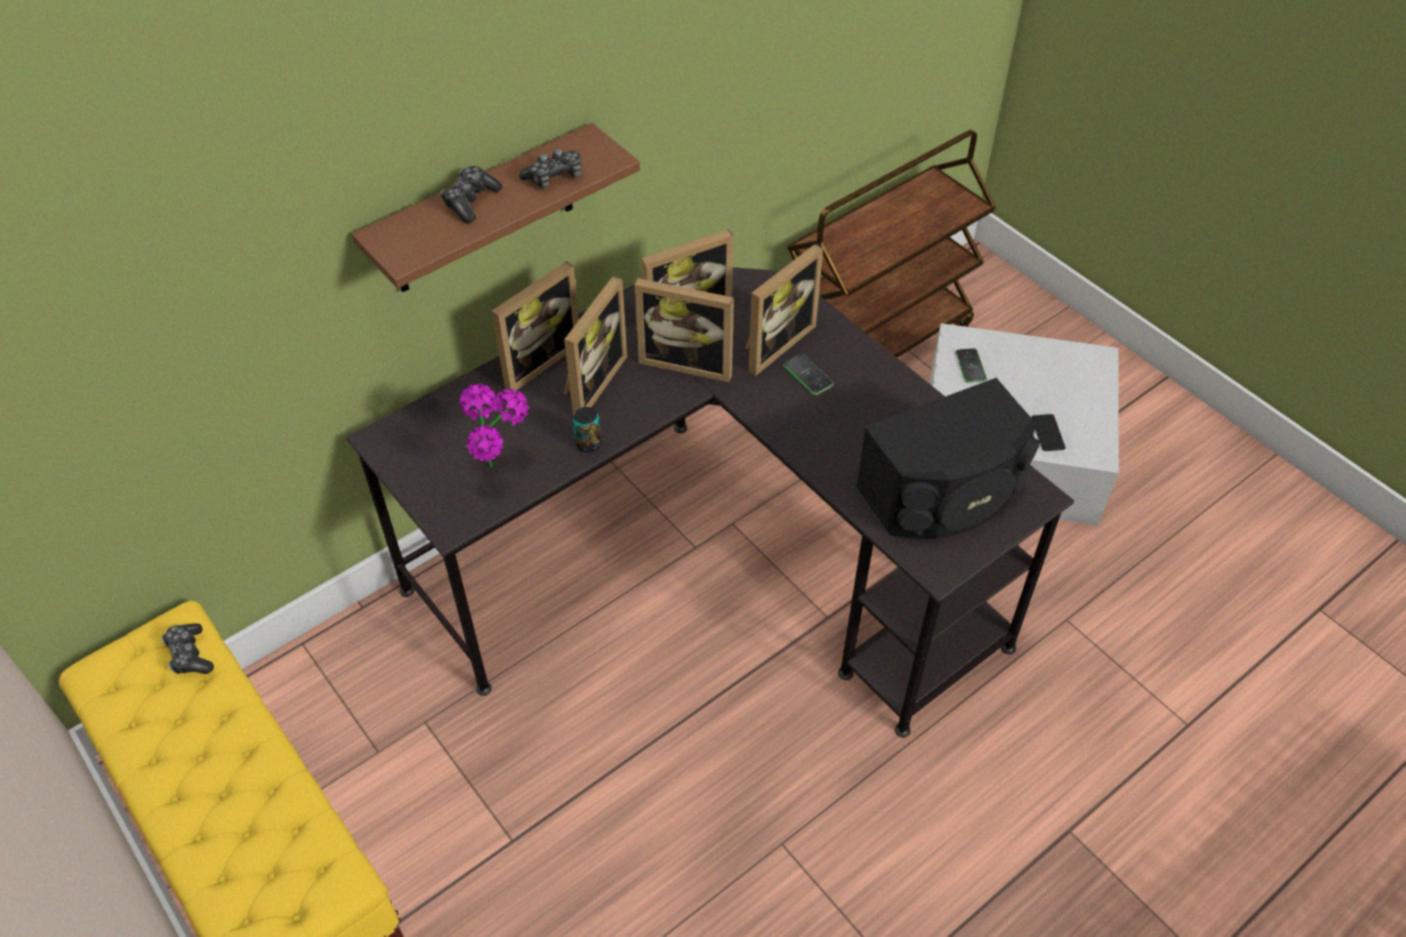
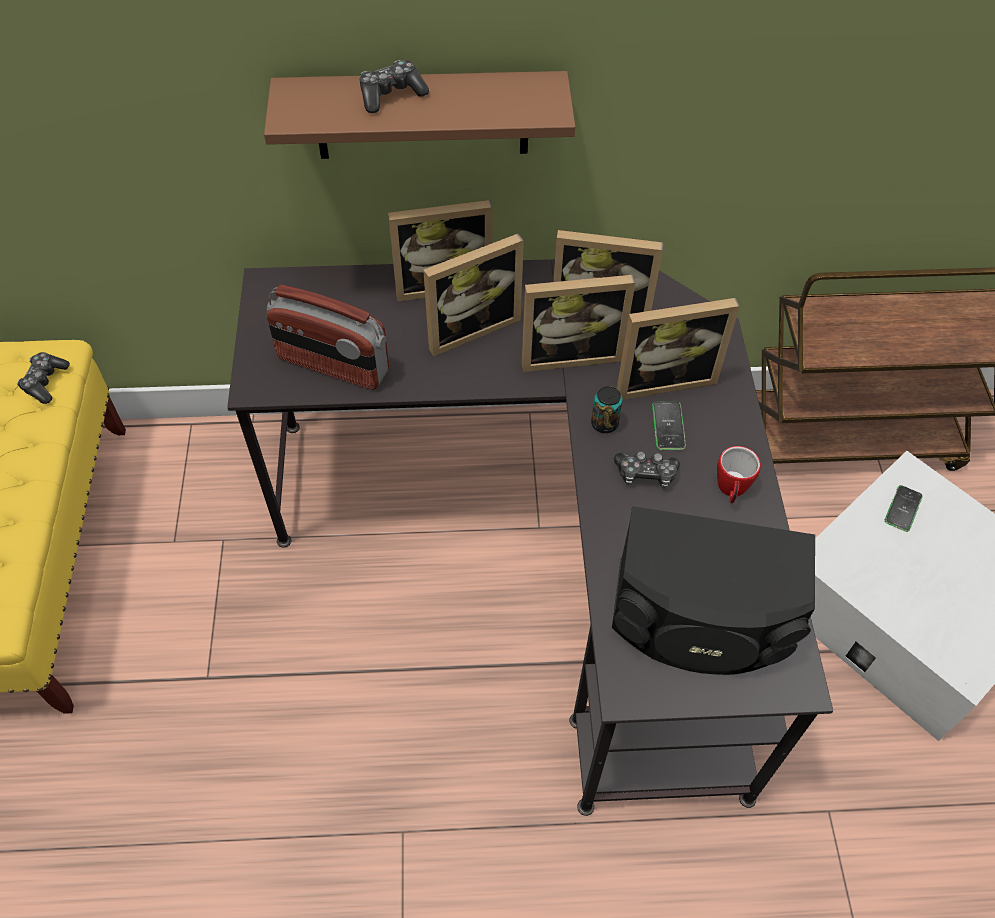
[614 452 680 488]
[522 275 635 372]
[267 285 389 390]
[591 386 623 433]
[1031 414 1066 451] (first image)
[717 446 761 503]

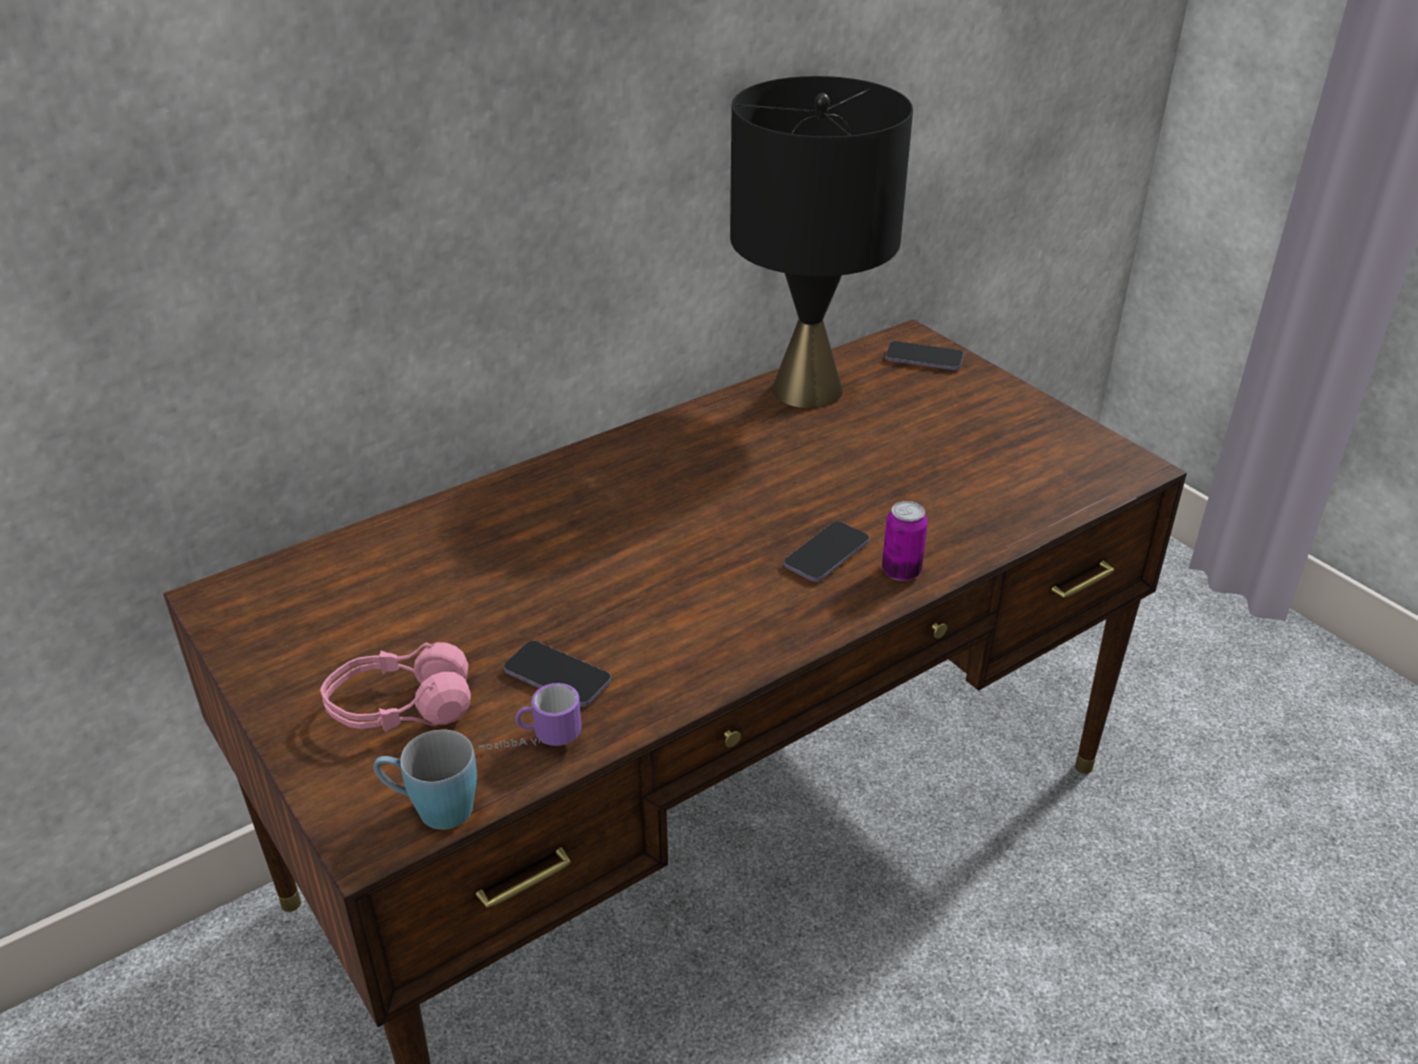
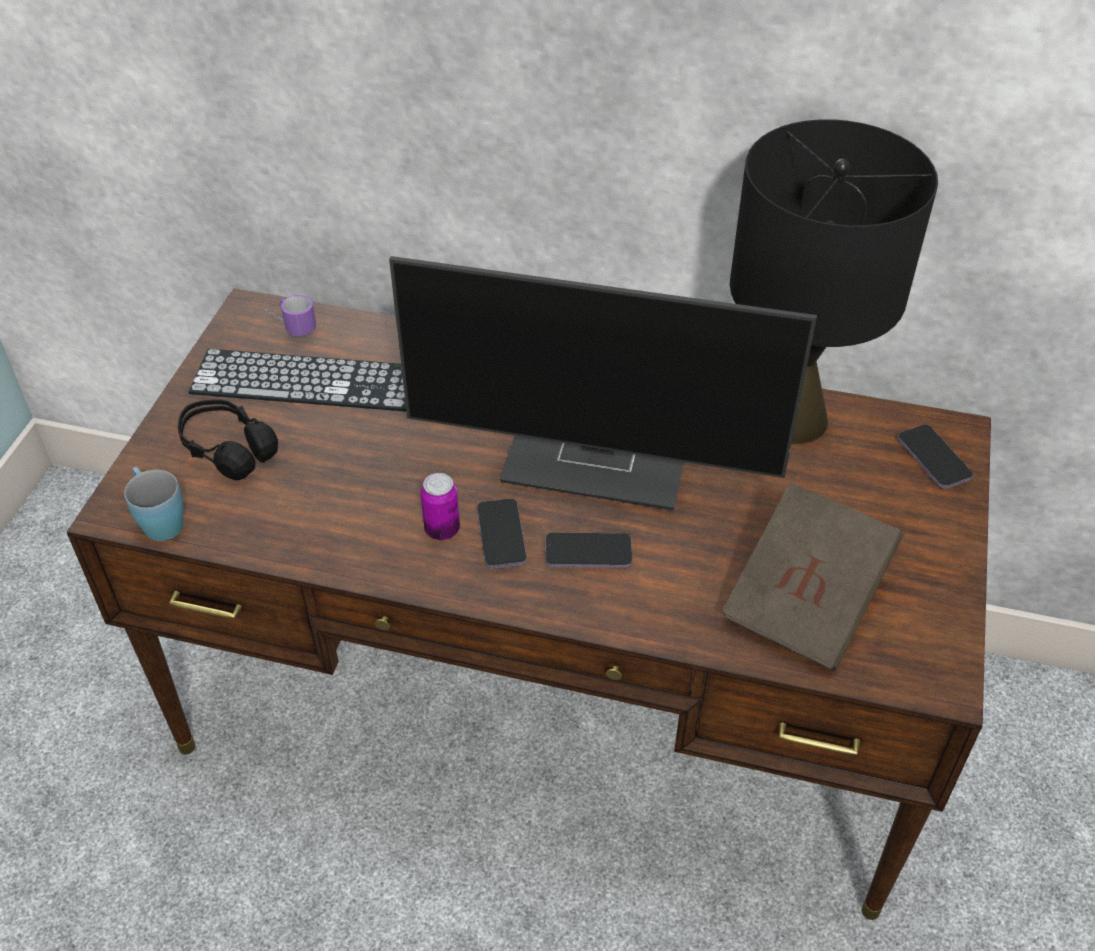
[420 473 460 540]
[477 499 527 569]
[178 399 278 480]
[265 295 316 336]
[389 256 817 510]
[189 349 406 411]
[722 482 903 671]

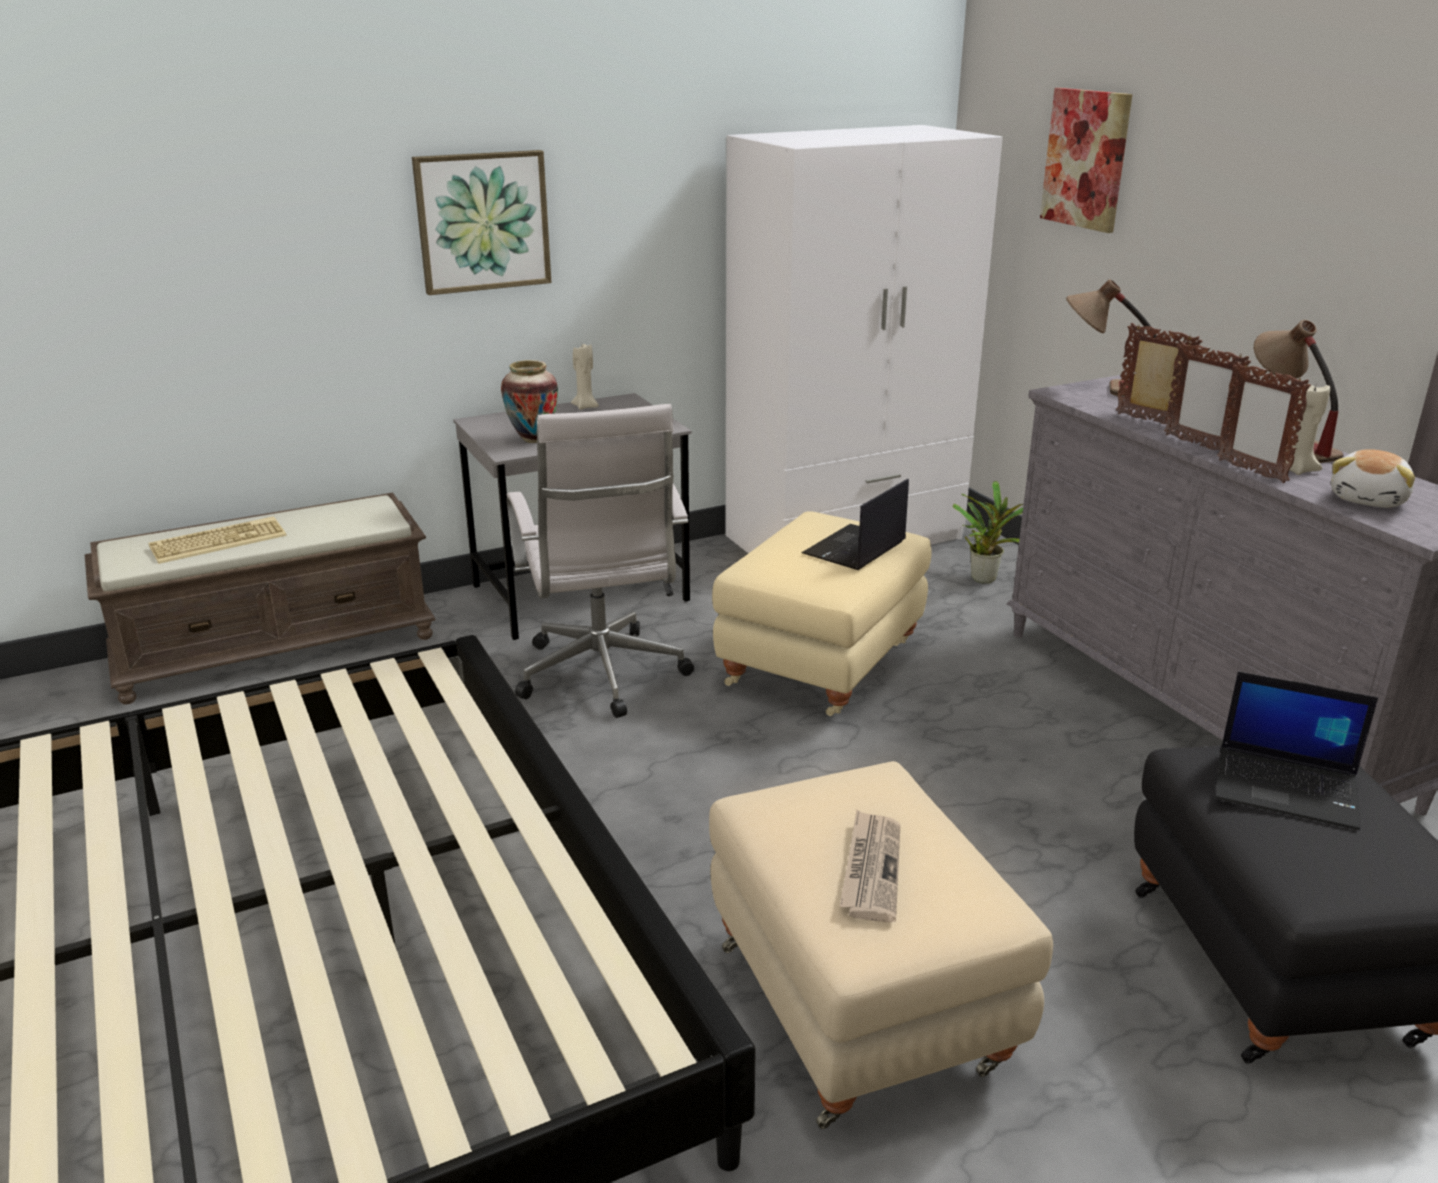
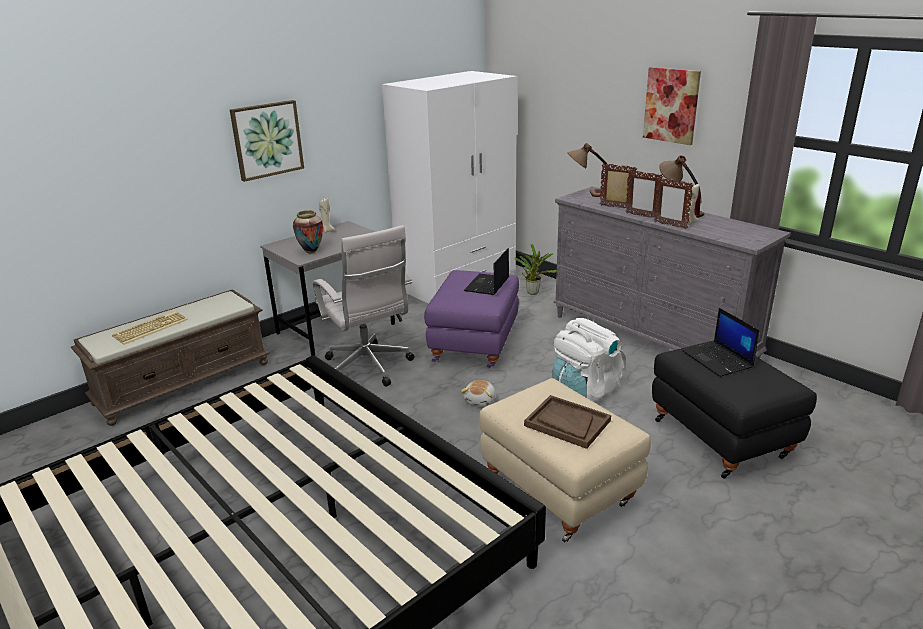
[643 67 701 145]
[461 380 496 407]
[424 270 519 368]
[683 308 759 377]
[524 395 611 449]
[552 318 626 401]

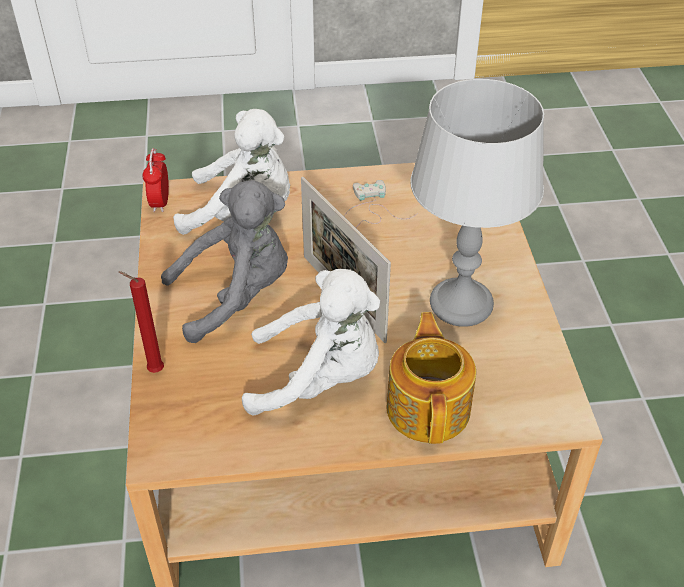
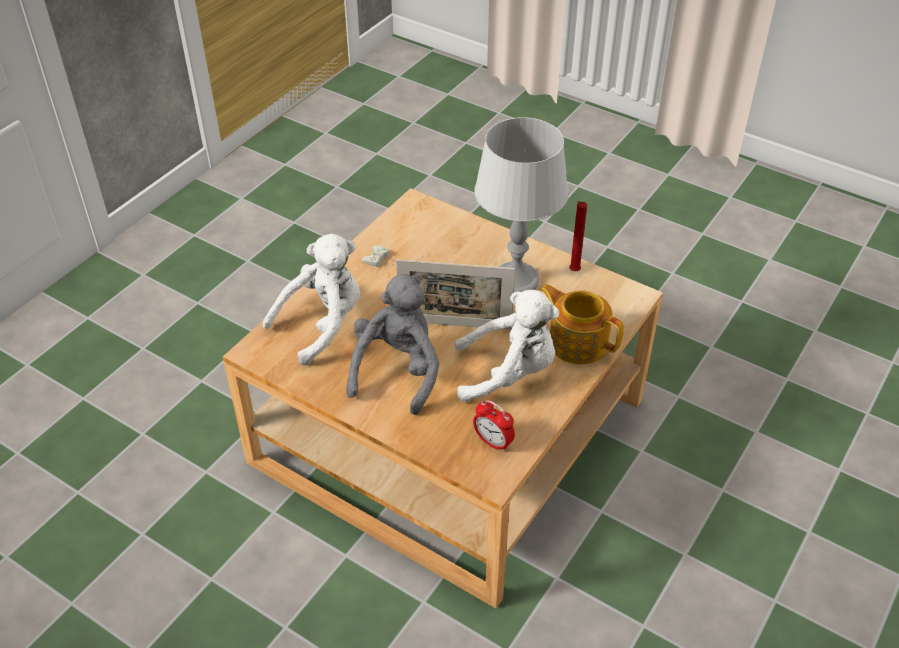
[473 400 515 452]
[455 290 560 403]
[569 201 587 271]

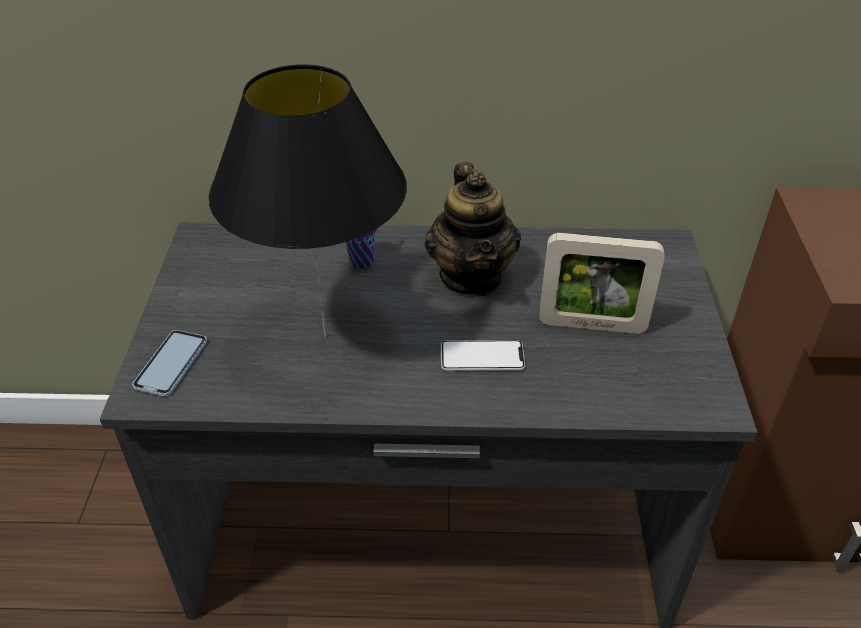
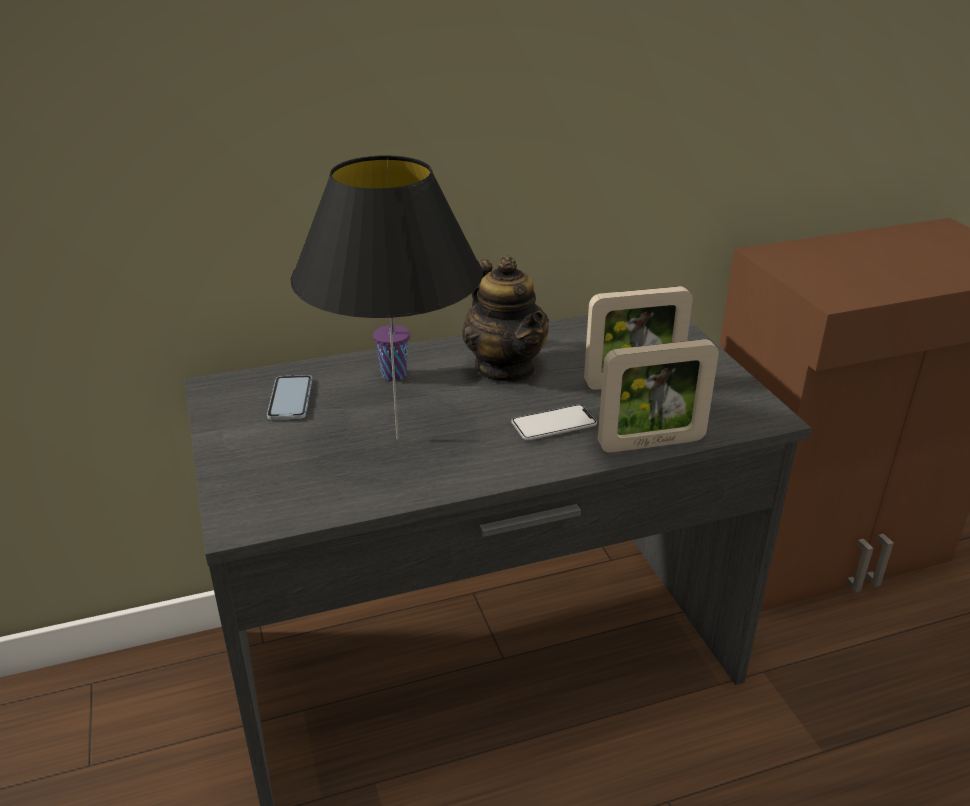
[267 375 312 420]
[598 339 719 453]

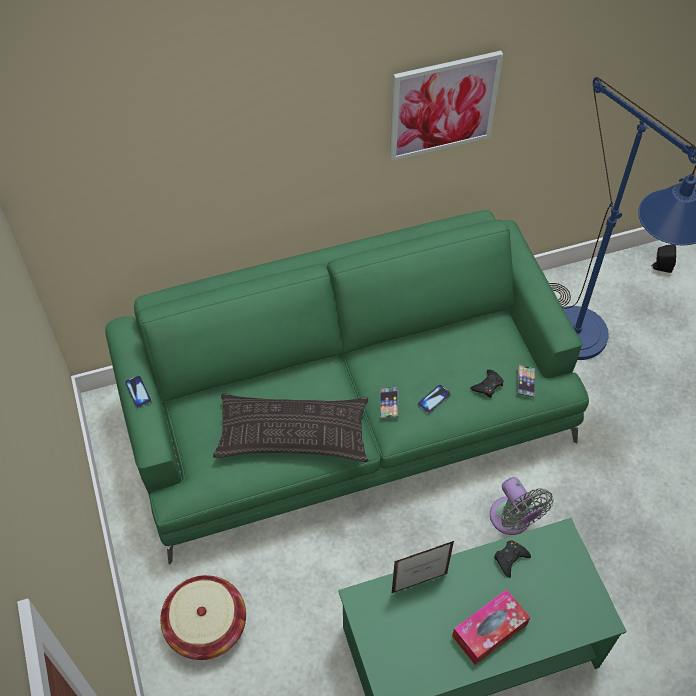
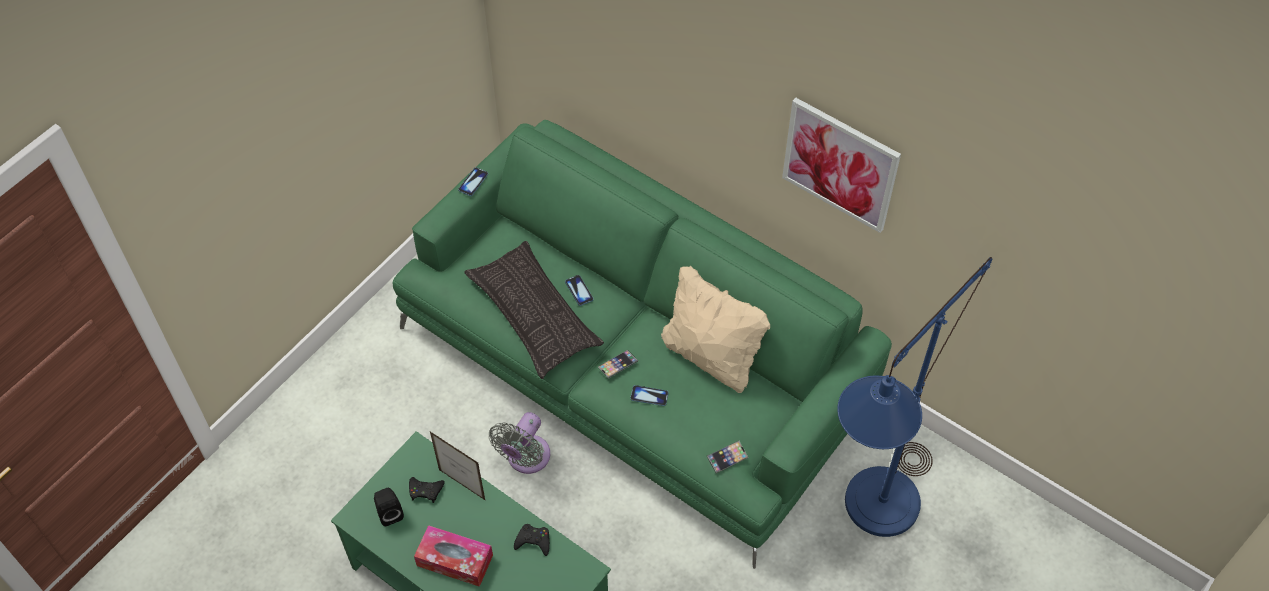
[374 488 404 526]
[409 477 445 503]
[489 412 551 474]
[160 575 246 660] (first image)
[661 265 770 393]
[565 275 594 306]

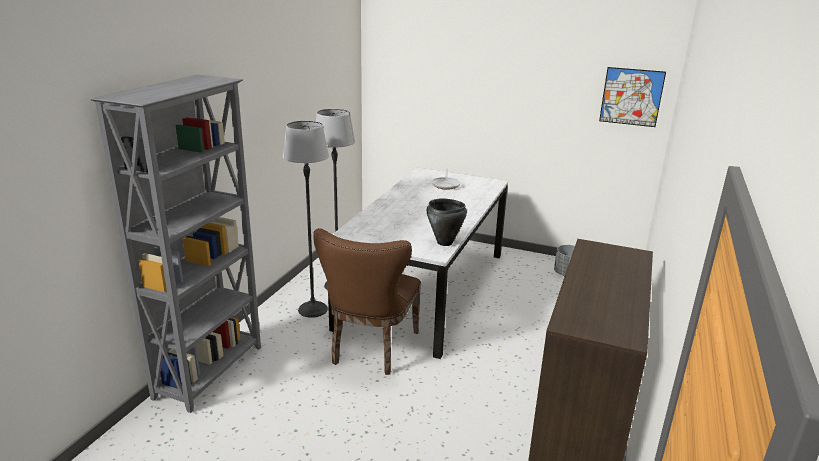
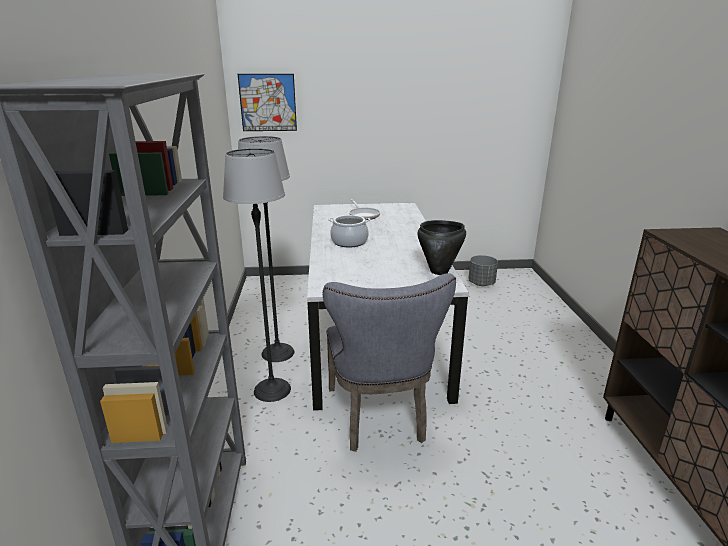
[238 74 297 131]
[323 273 456 452]
[328 215 370 247]

